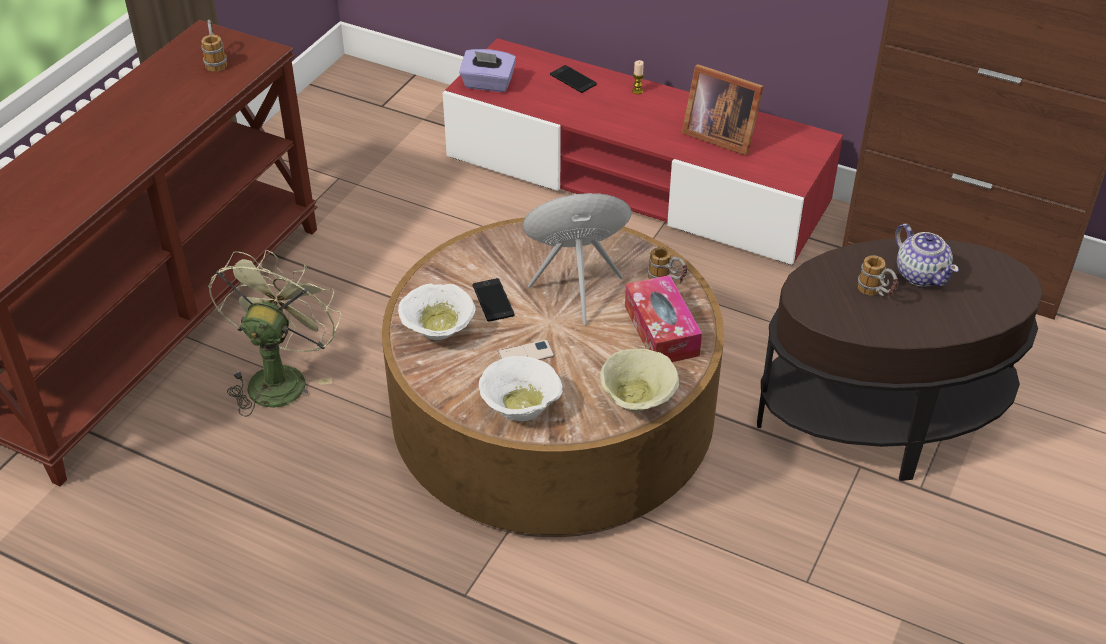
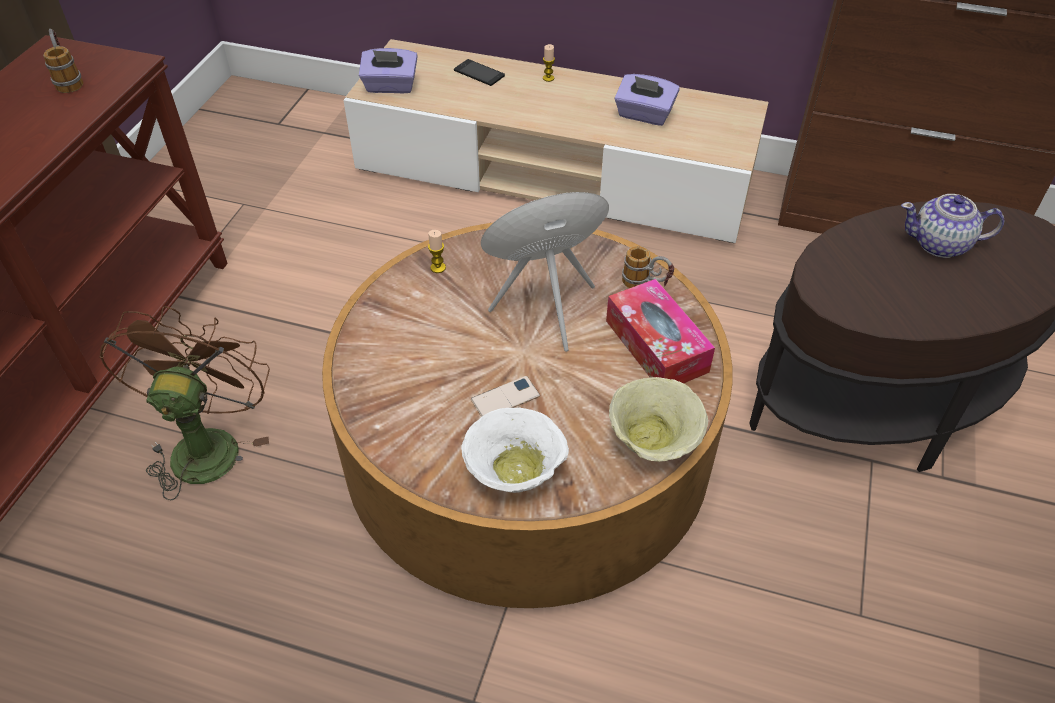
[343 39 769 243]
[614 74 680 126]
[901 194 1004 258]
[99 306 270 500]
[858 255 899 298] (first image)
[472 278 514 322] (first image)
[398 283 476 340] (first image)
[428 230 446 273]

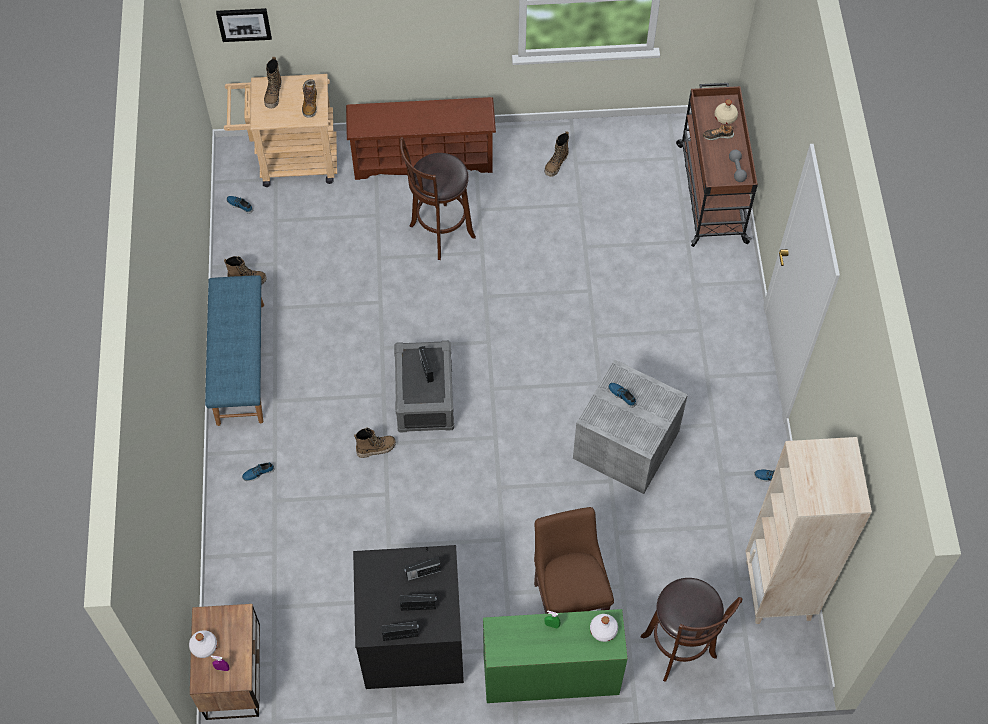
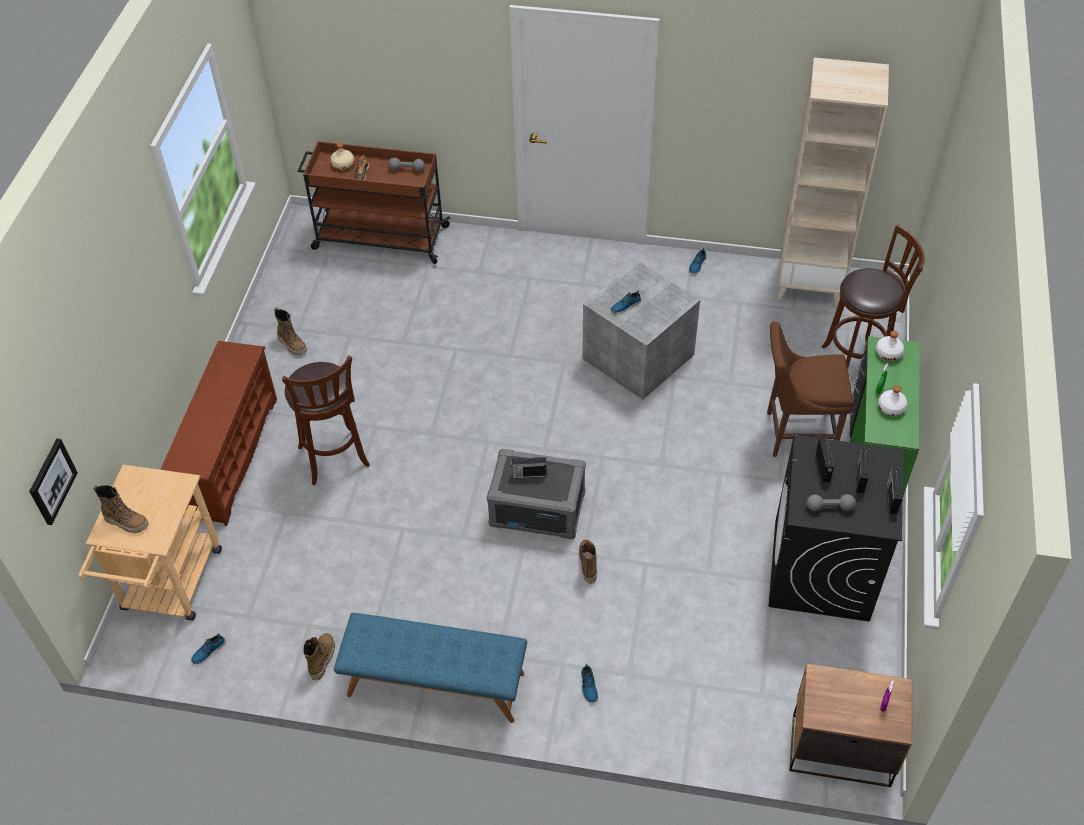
[302 79 317 118] (first image)
[878 385 907 416]
[807 494 856 511]

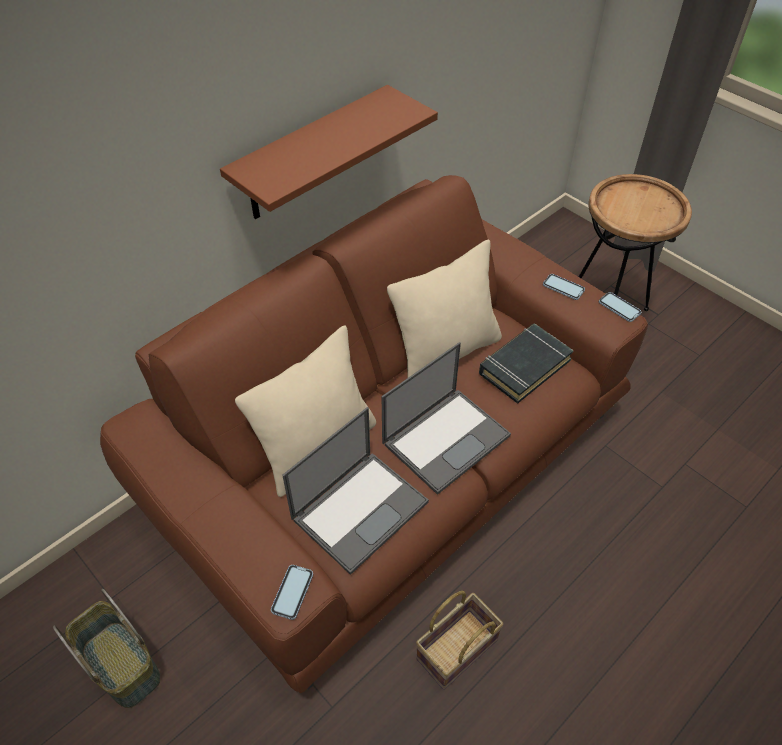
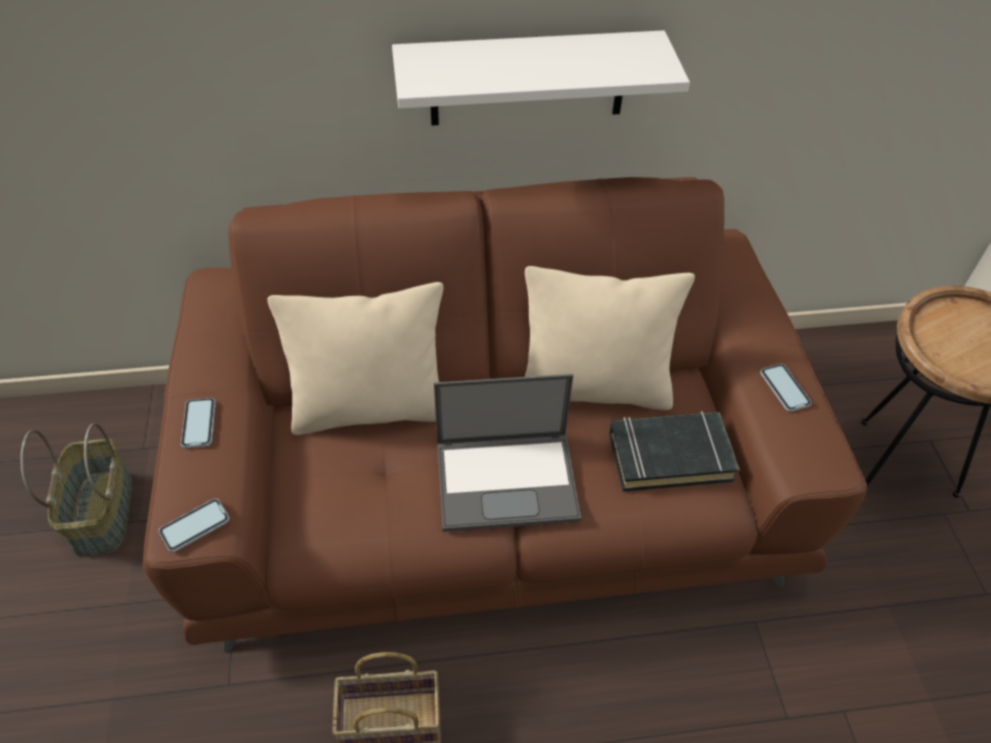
[392 30 690 126]
[181 398 216 448]
[282 407 429 575] (first image)

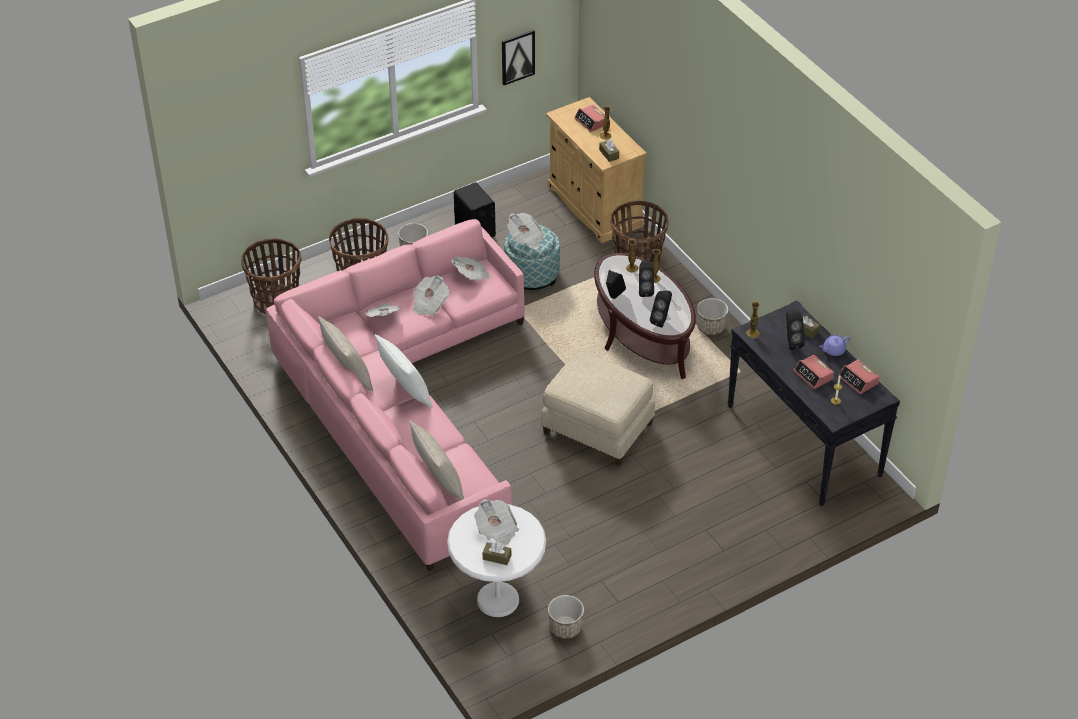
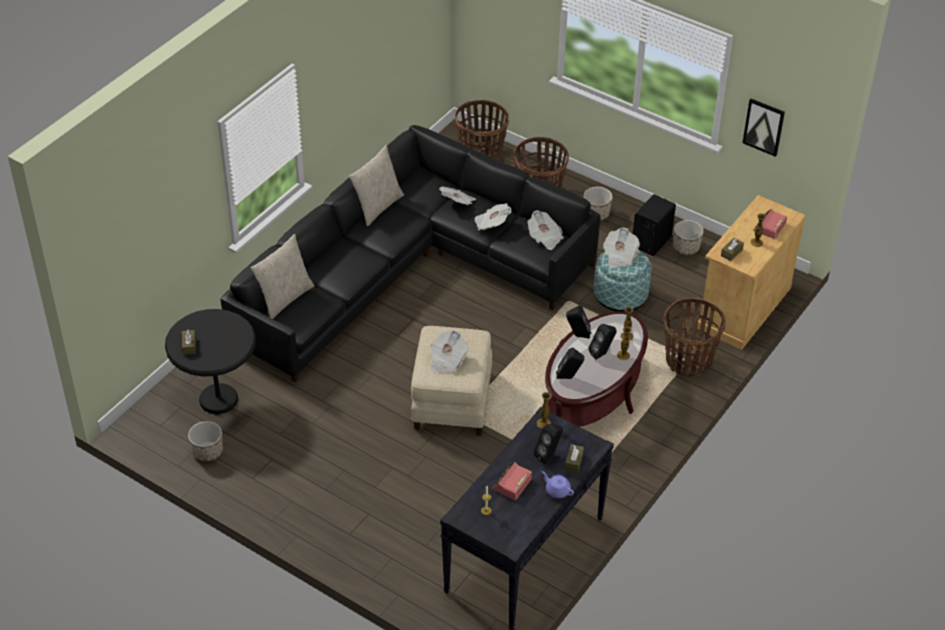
[221 125 601 382]
[673 220 704 255]
[375 334 433 408] (first image)
[838 360 879 394] (first image)
[430 330 469 372]
[165 309 256 414]

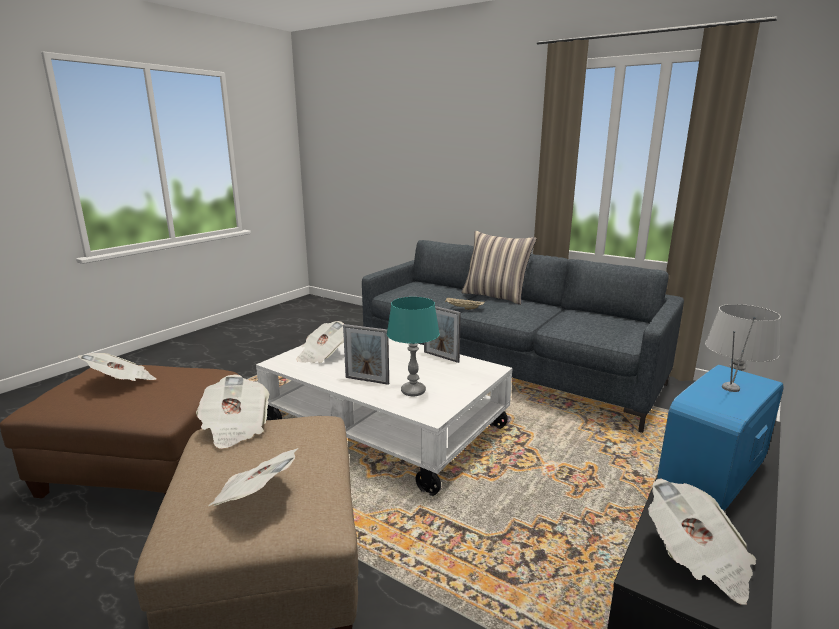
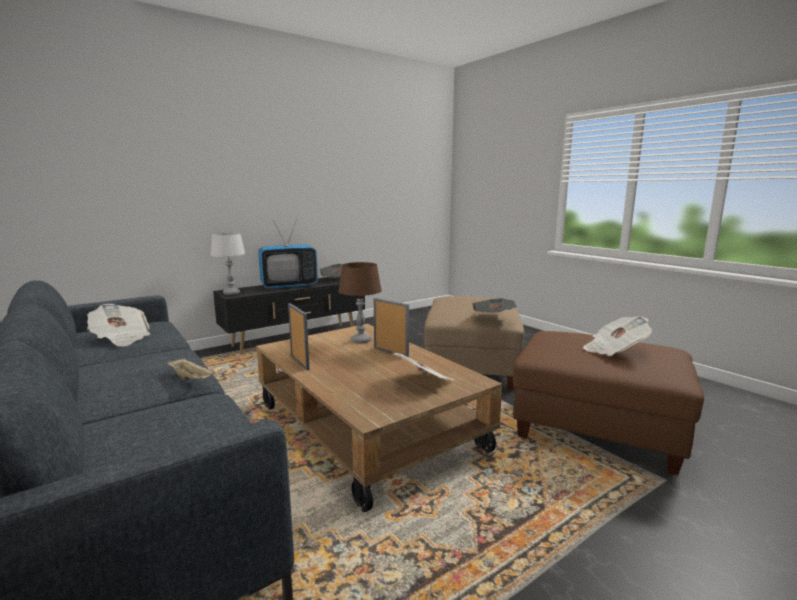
[461 231 537 305] (first image)
[338 262 382 343]
[256 324 502 512]
[87 304 150 347]

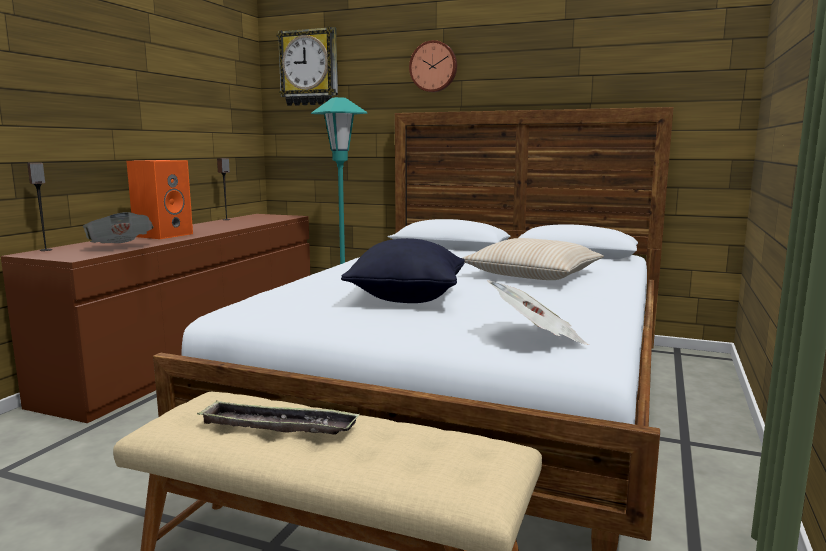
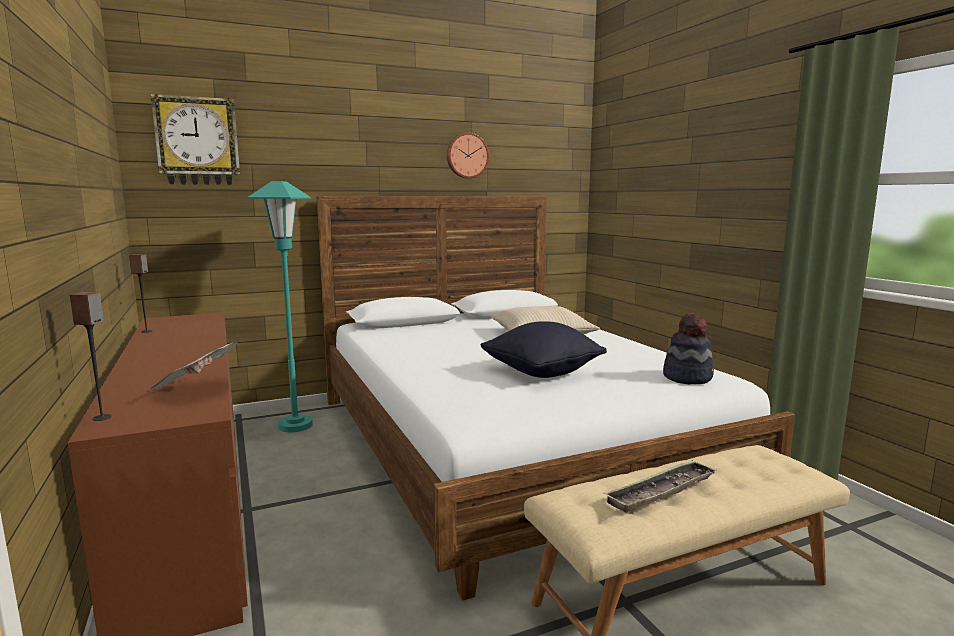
[447 133 489 178]
[126 160 193 239] (first image)
[663 313 714 384]

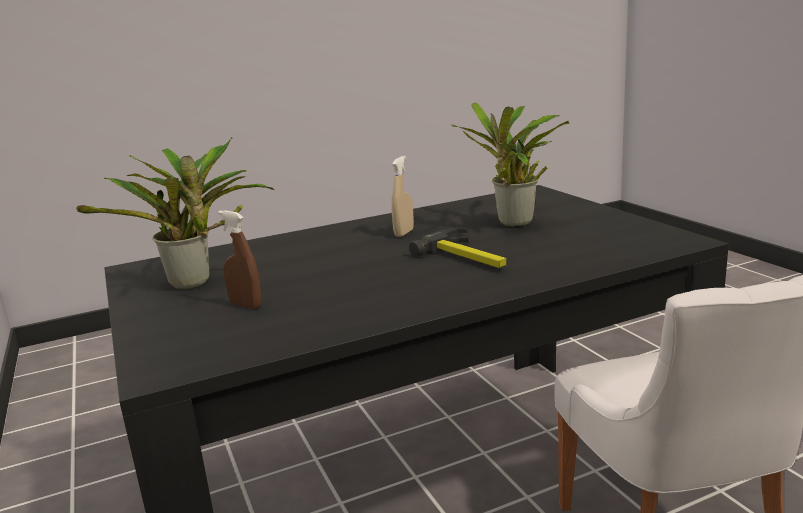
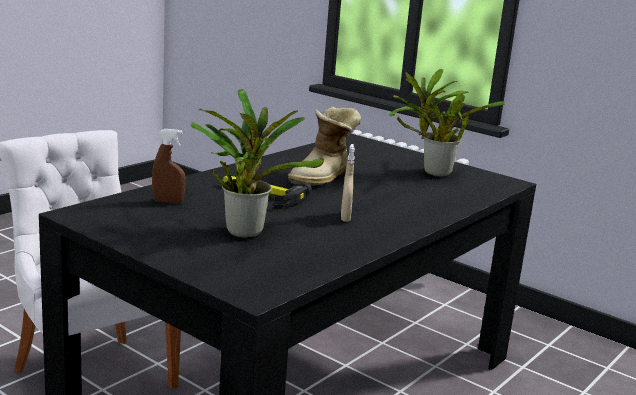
[152 129 186 204]
[288 106 361 187]

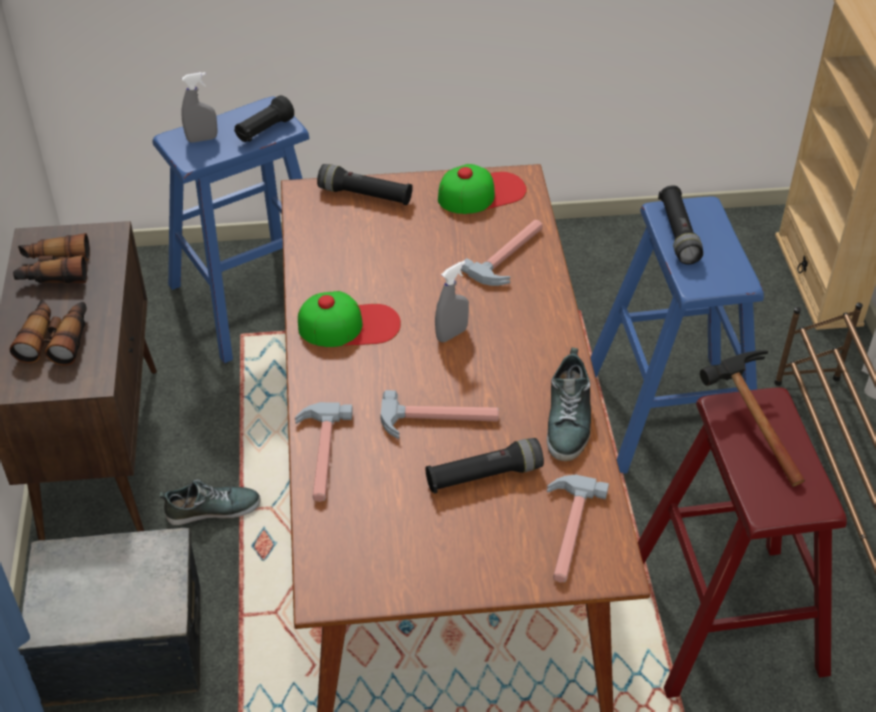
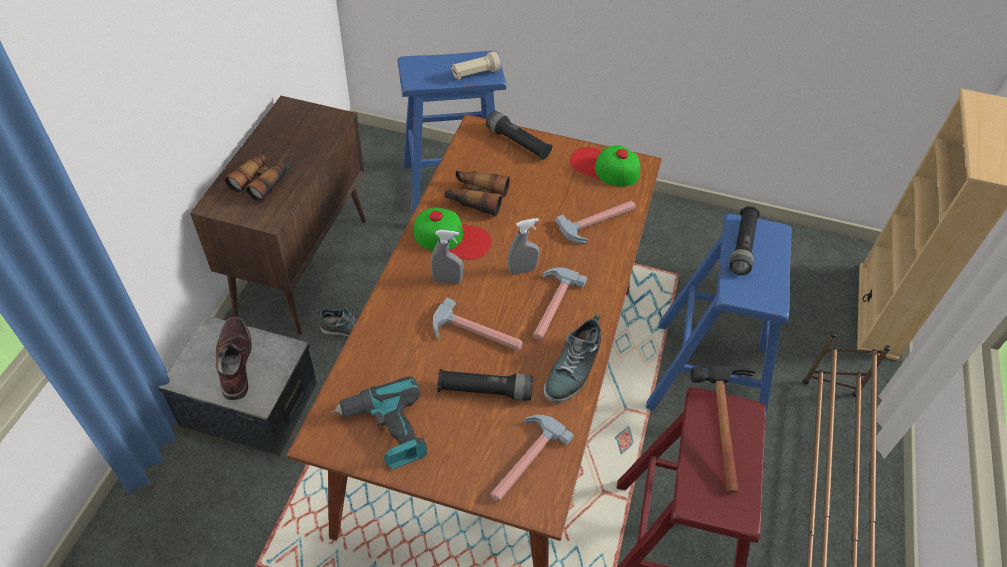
[431 230 463 284]
[451 51 501 79]
[570 145 640 187]
[445 171 510 217]
[533 268 587 340]
[216 317 252 400]
[331 376 427 469]

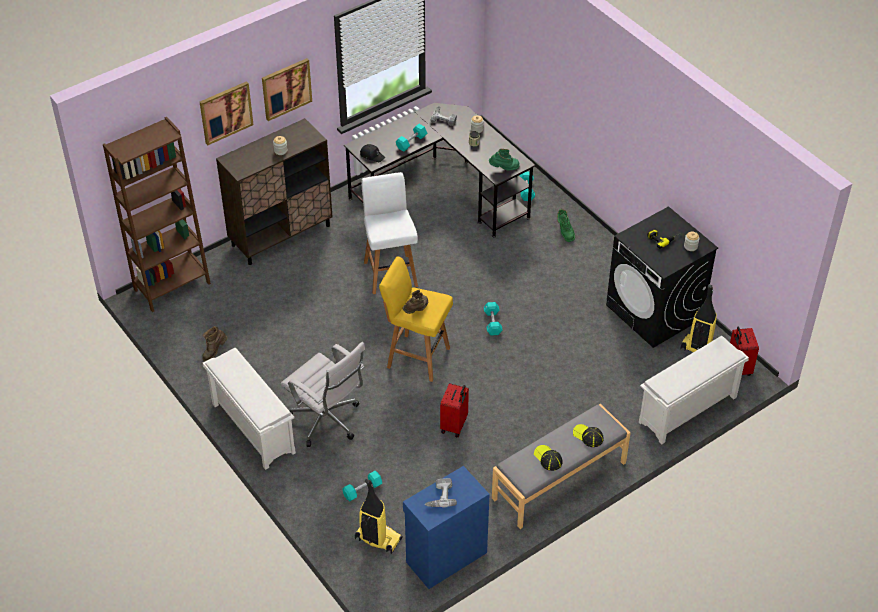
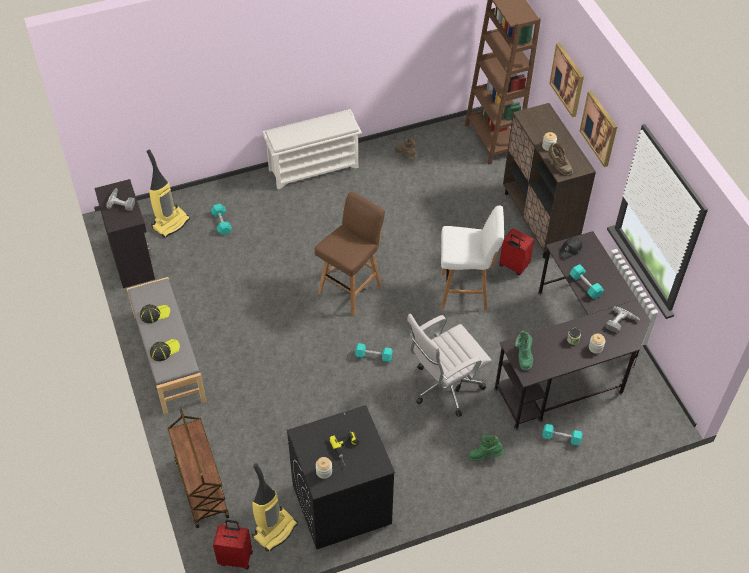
[315 191 385 315]
[548 143 573 176]
[168 409 229 528]
[407 313 492 417]
[499 228 534 275]
[94 179 155 288]

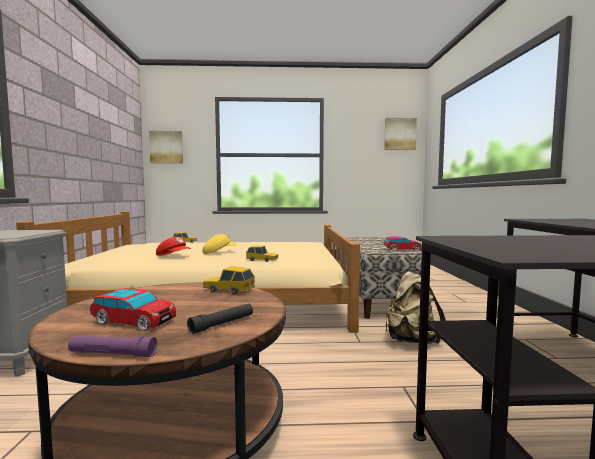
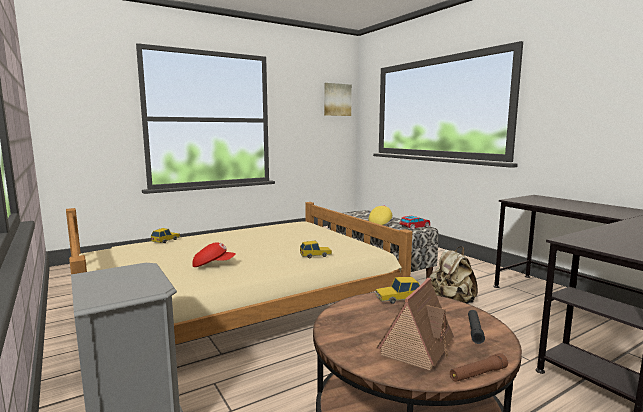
[149 131 183 164] (first image)
[369 205 393 225]
[377 278 454 371]
[450 353 508 382]

